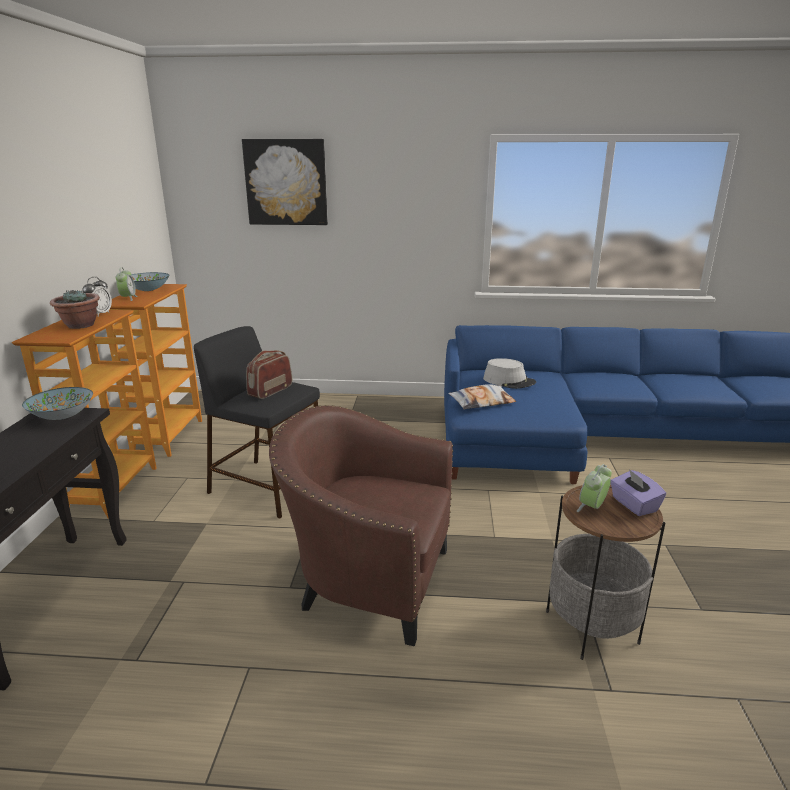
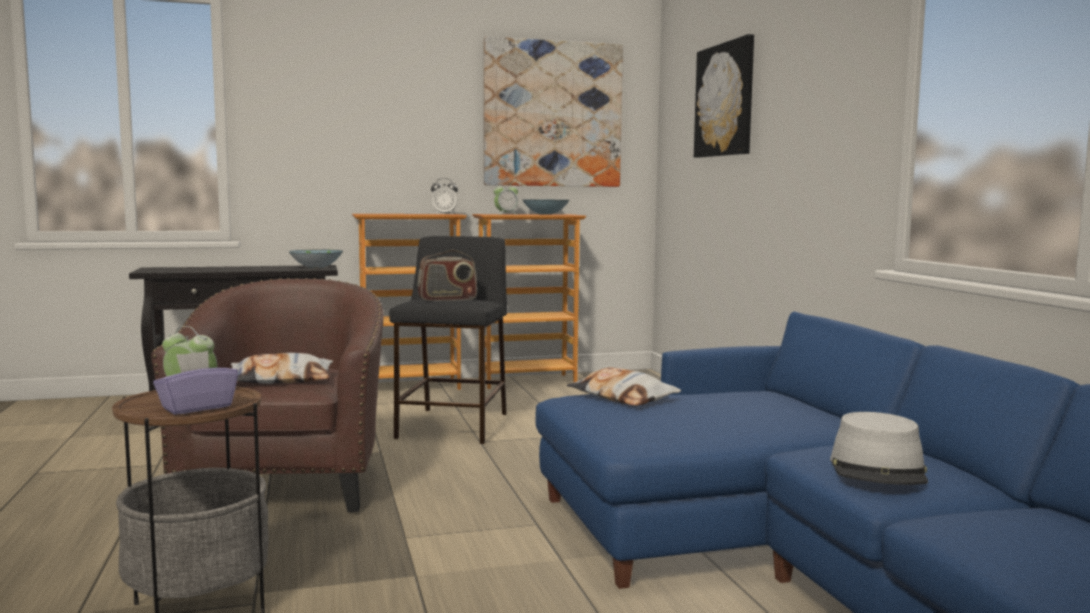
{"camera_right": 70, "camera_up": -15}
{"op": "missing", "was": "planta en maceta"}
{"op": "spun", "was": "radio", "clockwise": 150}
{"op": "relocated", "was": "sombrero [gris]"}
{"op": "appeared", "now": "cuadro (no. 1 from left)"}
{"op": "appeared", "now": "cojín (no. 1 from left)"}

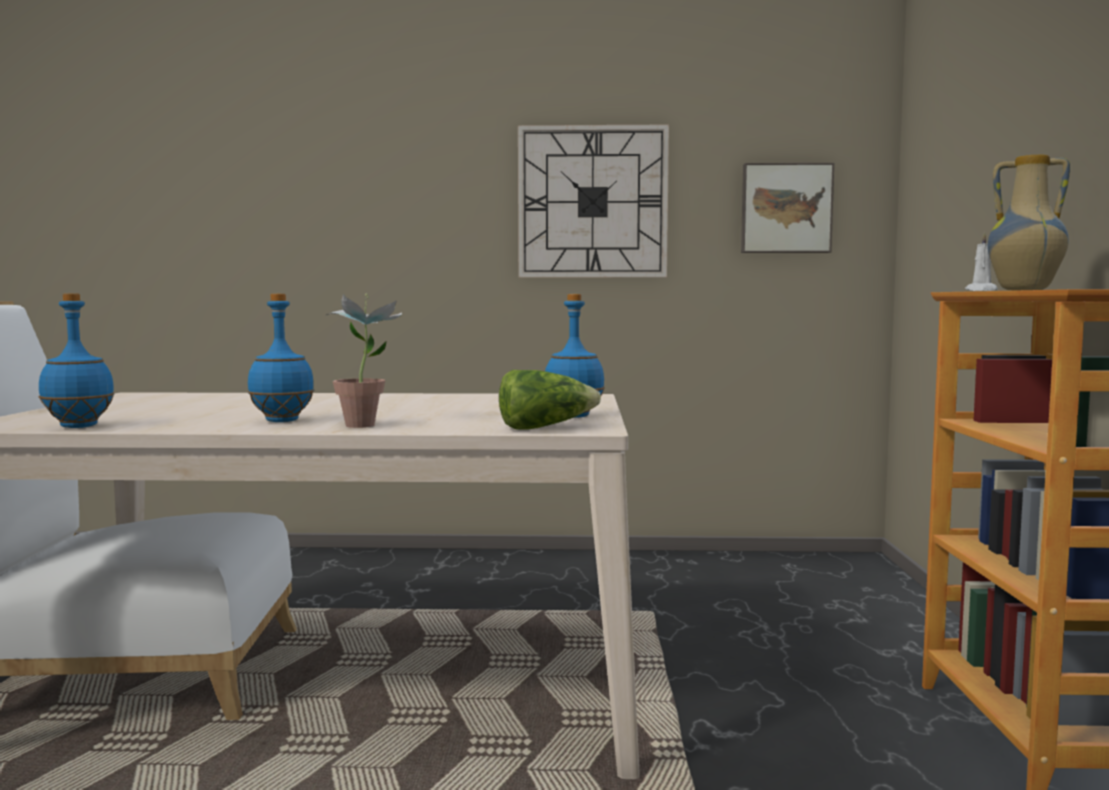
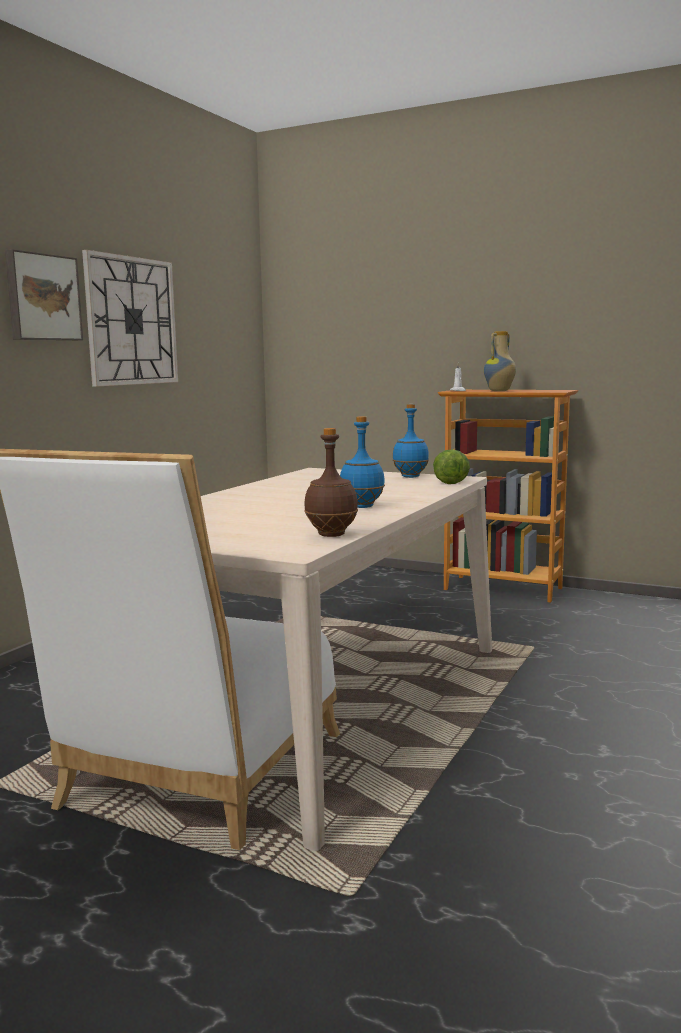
{"camera_right": -65, "camera_up": 5}
{"op": "relocated", "was": "cuadro"}
{"op": "colour", "was": "botella [azul] (no. 1 from left)", "now": "botella [marrón]"}
{"op": "missing", "was": "planta en maceta"}

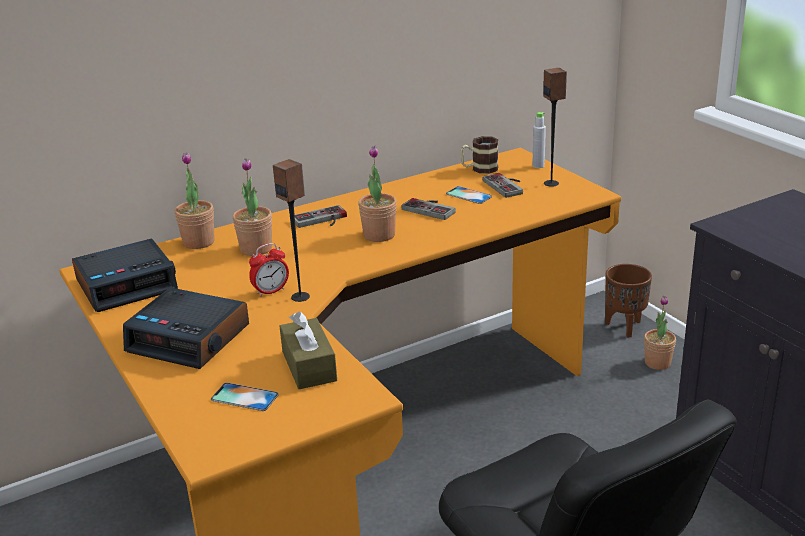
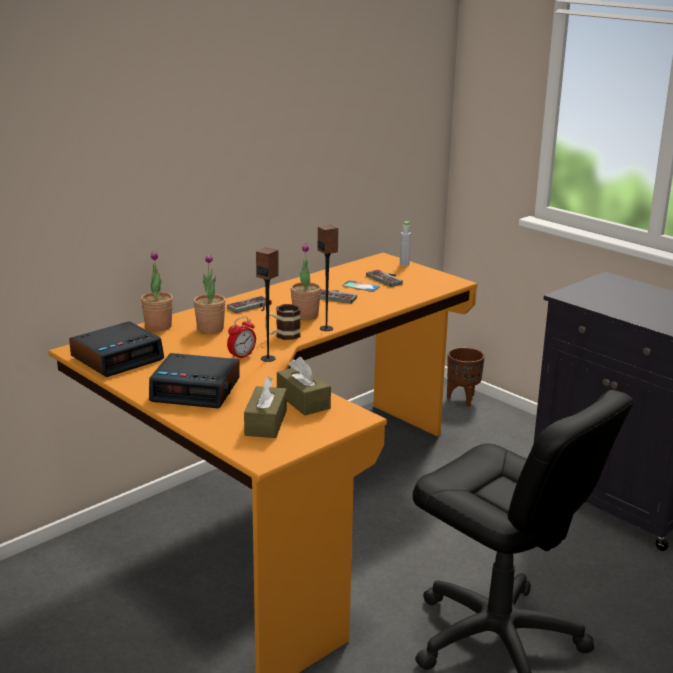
{"camera_right": -15, "camera_up": -5}
{"op": "relocated", "was": "altavoz (no. 2 from left)"}
{"op": "relocated", "was": "taza grande"}
{"op": "missing", "was": "planta en maceta (no. 4 from left)"}
{"op": "exchanged", "was": "móvil (no. 1 from left)", "now": "caja de pañuelos [marrón] (no. 1 from left)"}

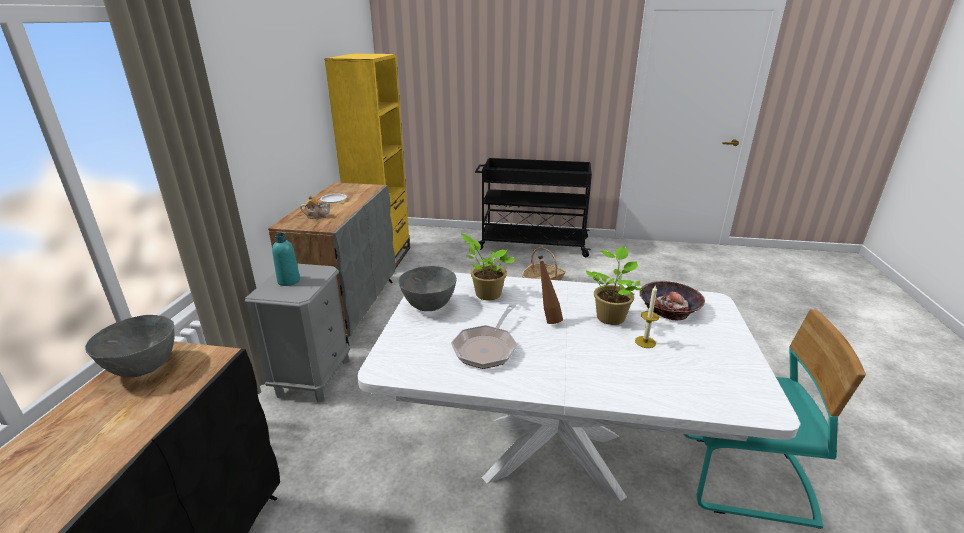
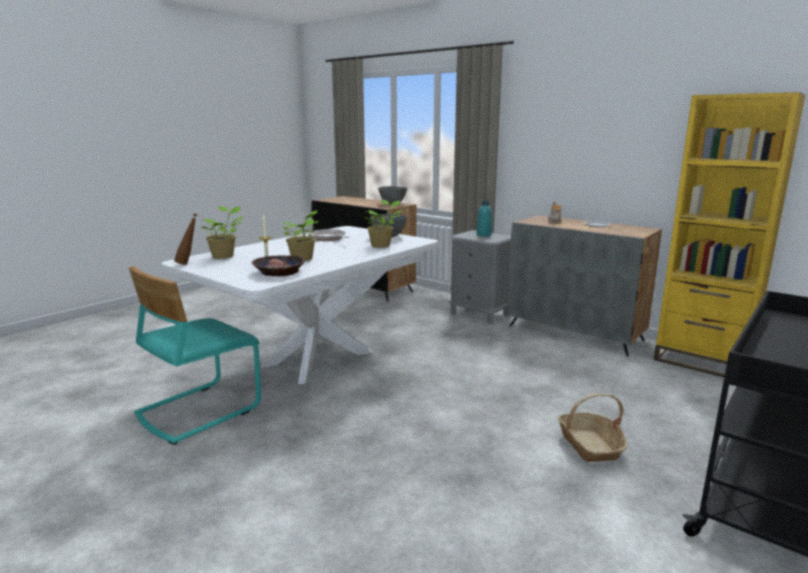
{"camera_right": 120, "camera_up": -10}
{"op": "relocated", "was": "botella [marrón]"}
{"op": "appeared", "now": "planta en maceta (no. 1 from left)"}

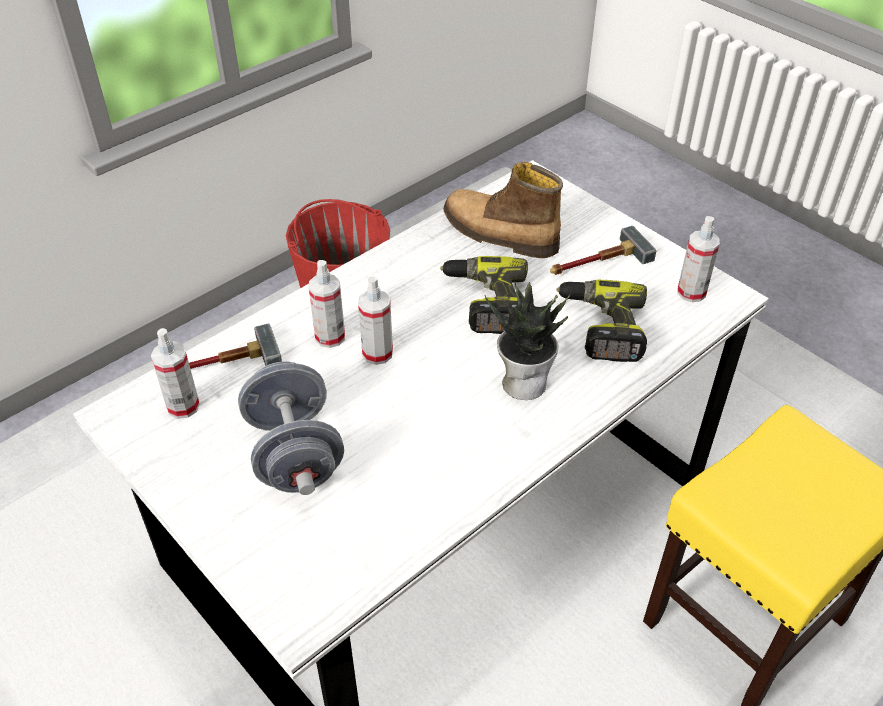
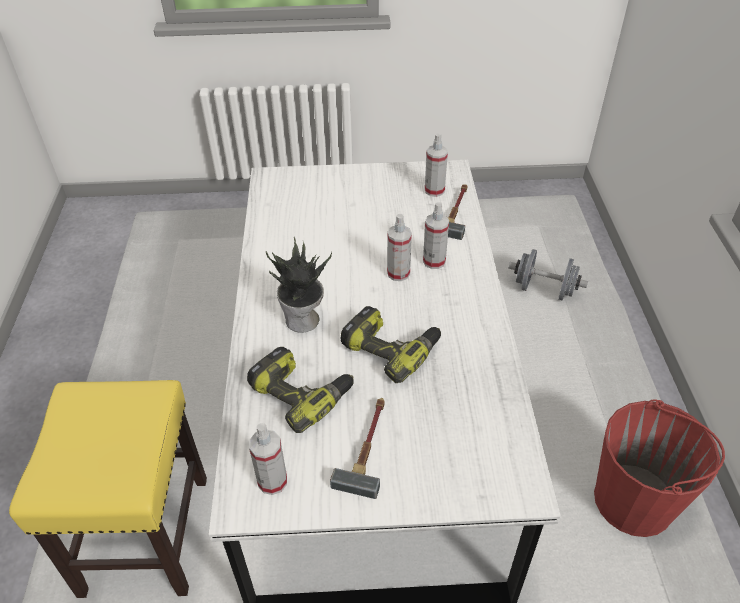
{"camera_right": 130, "camera_up": 0}
{"op": "missing", "was": "bota"}
{"op": "relocated", "was": "mancuerna [gris]"}

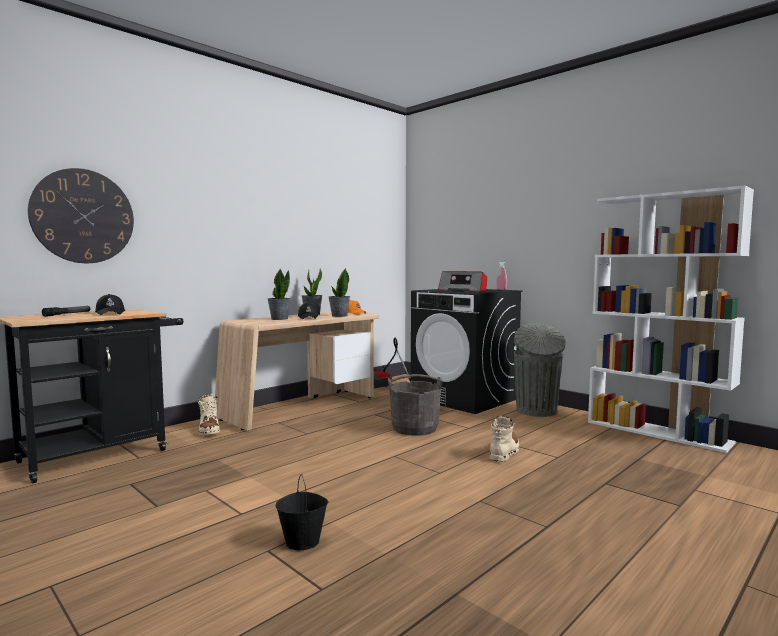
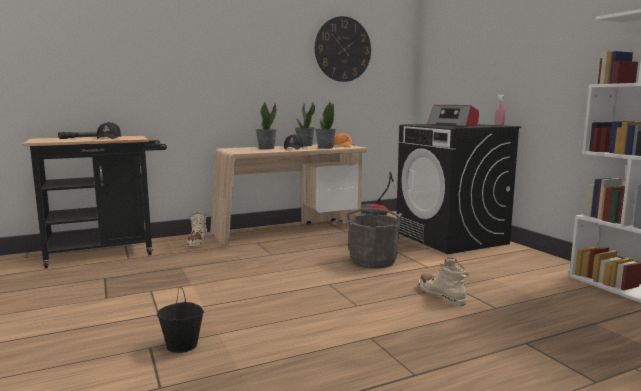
{"camera_right": 20, "camera_up": 5}
{"op": "relocated", "was": "reloj de pared"}
{"op": "missing", "was": "papelera [gris]"}
{"op": "spun", "was": "bota [beis] (no. 2 from left)", "clockwise": -75}

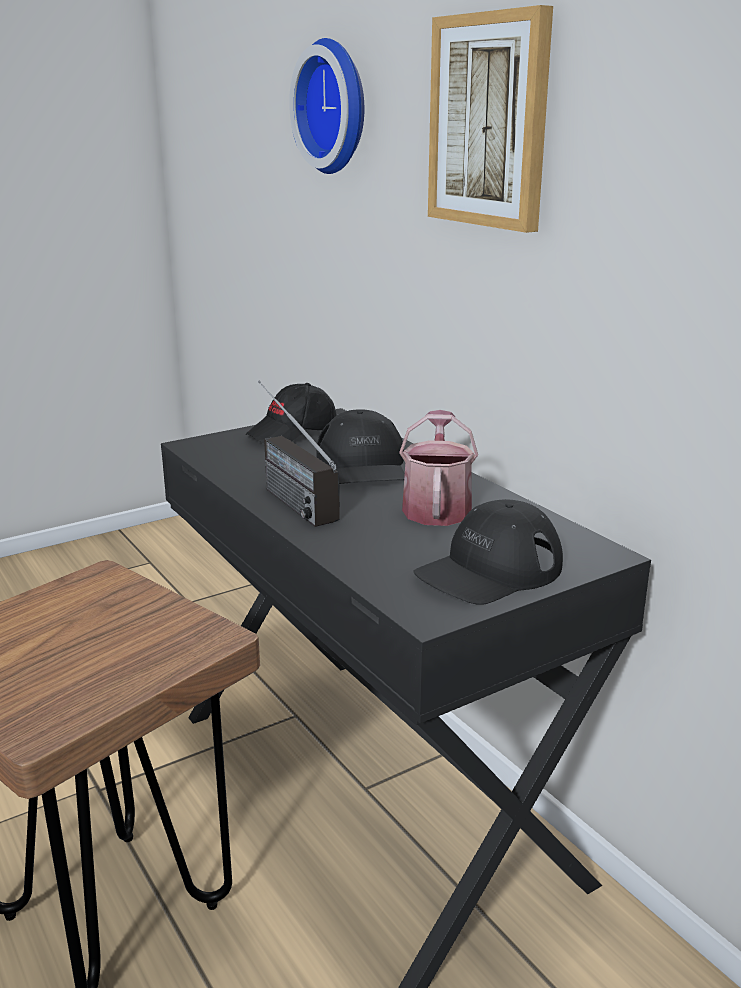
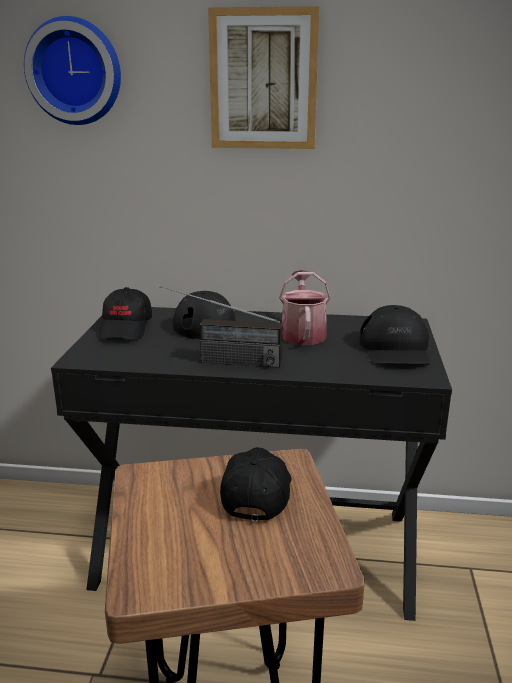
{"camera_right": -50, "camera_up": 0}
{"op": "spun", "was": "regadera", "clockwise": 45}
{"op": "appeared", "now": "gorra [negro] (no. 3 from left)"}

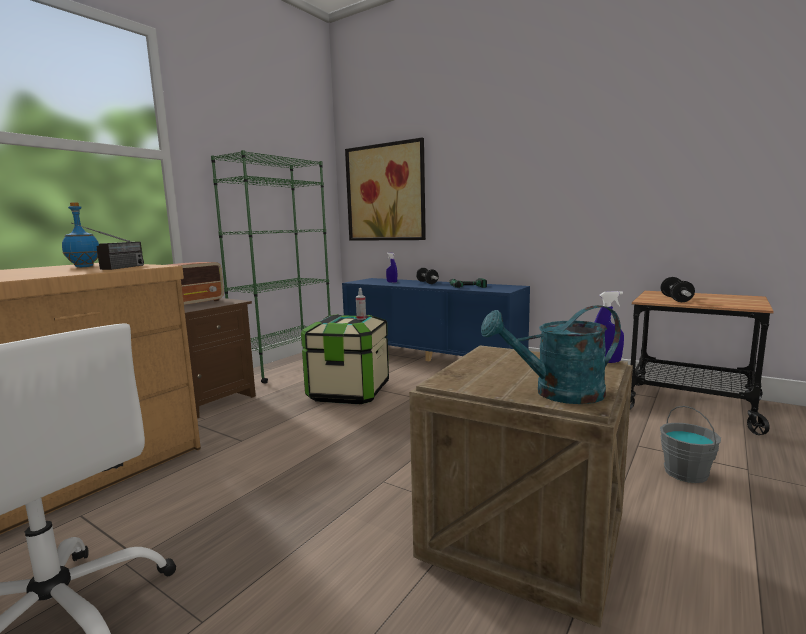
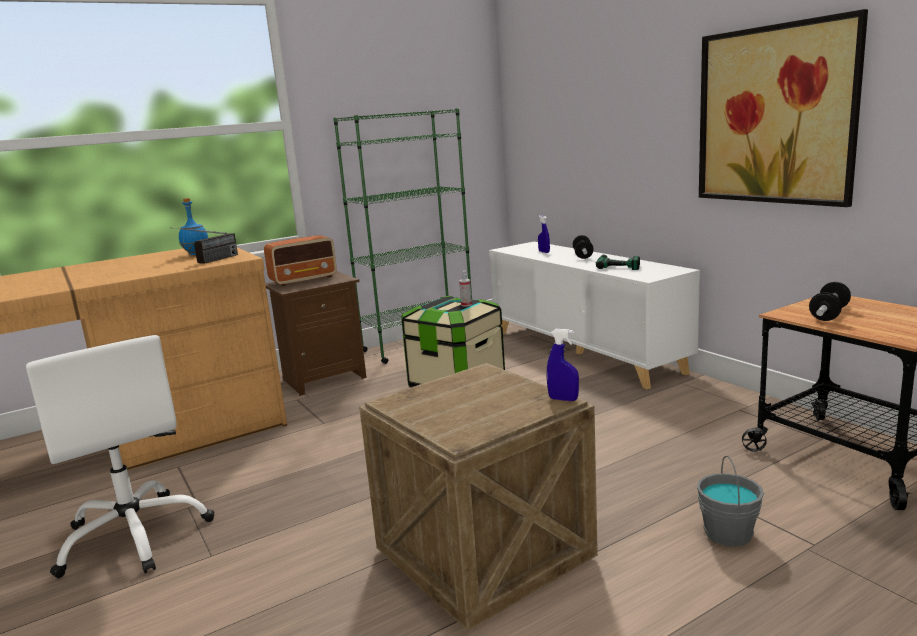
{"camera_right": 25, "camera_up": 5}
{"op": "relocated", "was": "cuadro"}
{"op": "colour", "was": "armario [azul]", "now": "armario [blanco]"}
{"op": "missing", "was": "regadera [turquesa]"}

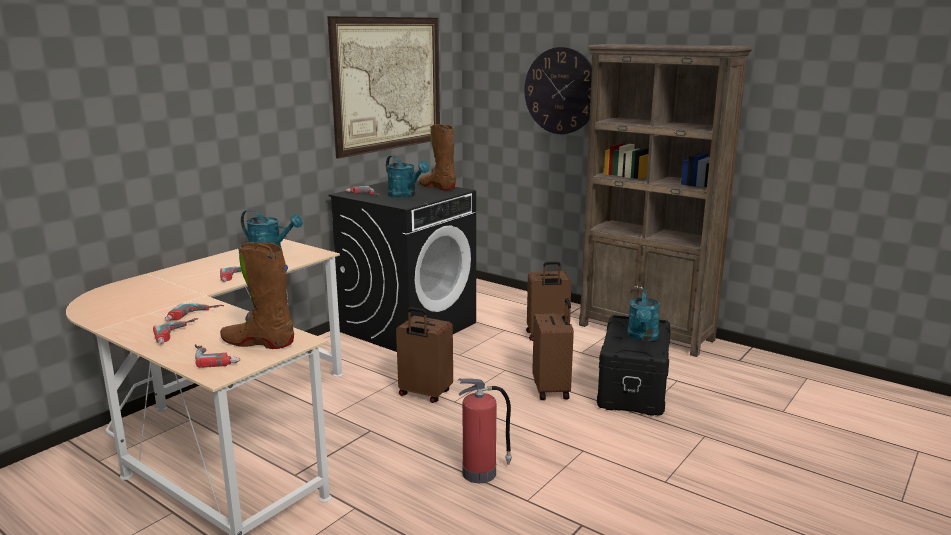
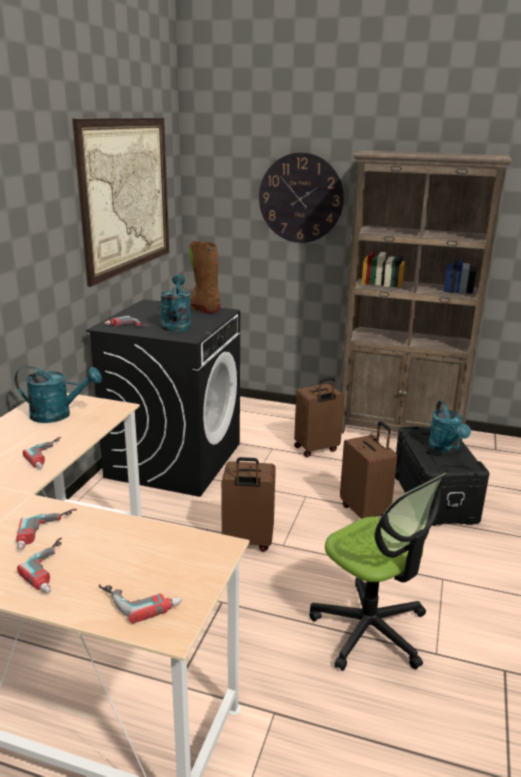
{"camera_right": -20, "camera_up": 5}
{"op": "spun", "was": "regadera [turquesa] (no. 2 from left)", "clockwise": -120}
{"op": "missing", "was": "bota [marrón] (no. 1 from left)"}
{"op": "exchanged", "was": "extintor", "now": "silla de oficina"}

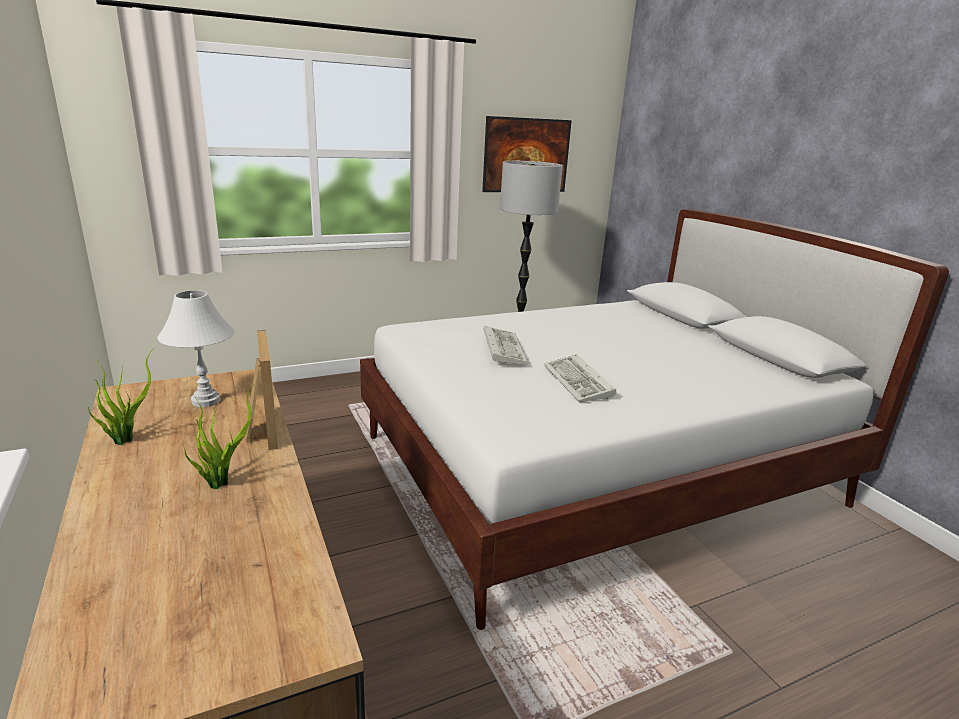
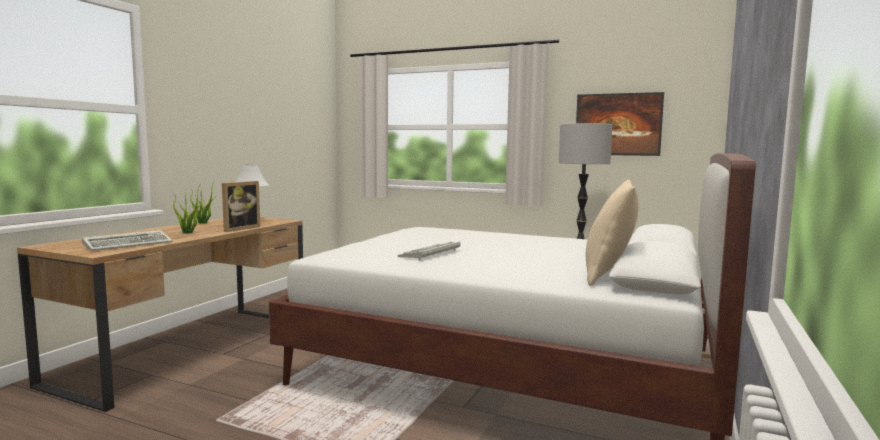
{"camera_right": 50, "camera_up": -15}
{"op": "relocated", "was": "teclado (no. 1 from left)"}
{"op": "appeared", "now": "cojín [beis]"}

